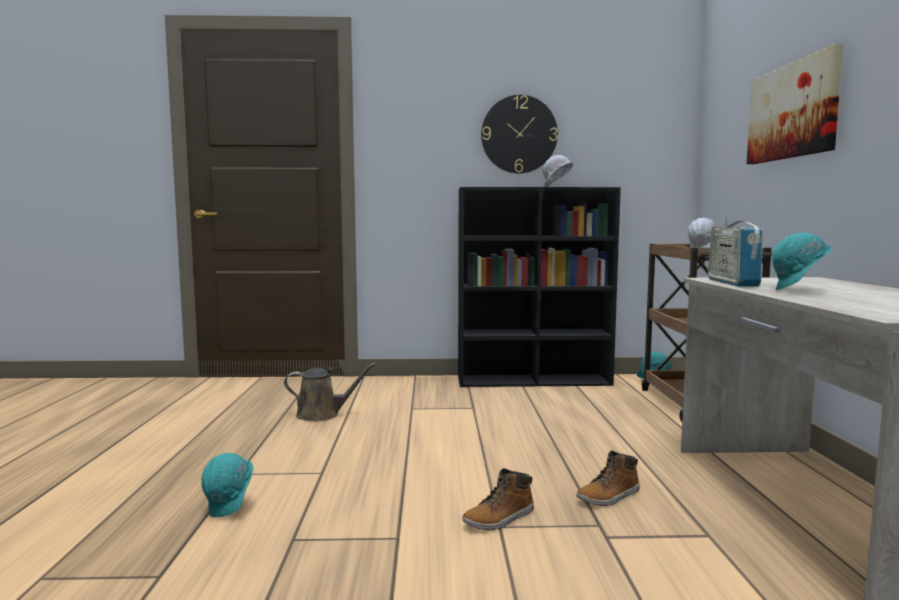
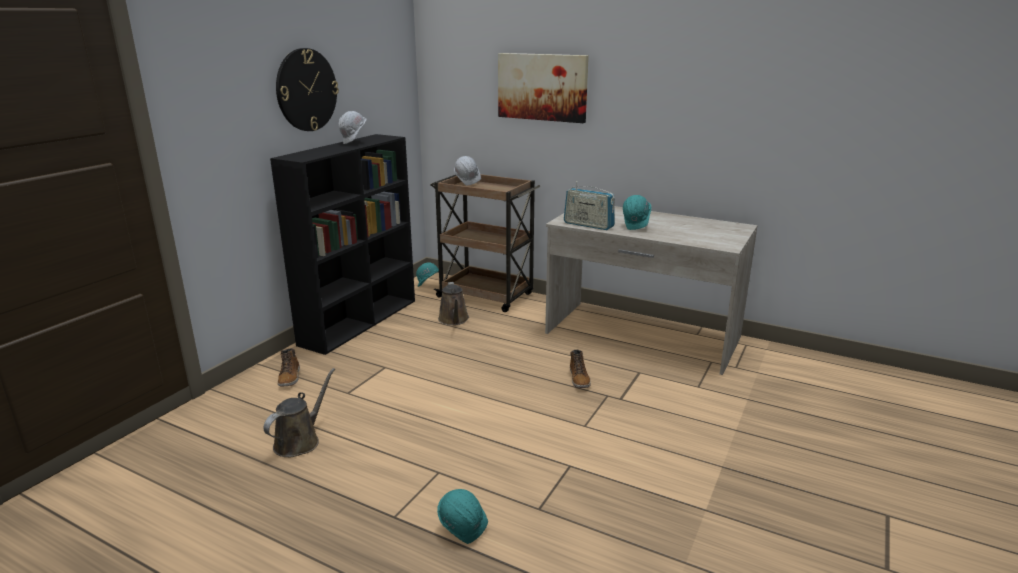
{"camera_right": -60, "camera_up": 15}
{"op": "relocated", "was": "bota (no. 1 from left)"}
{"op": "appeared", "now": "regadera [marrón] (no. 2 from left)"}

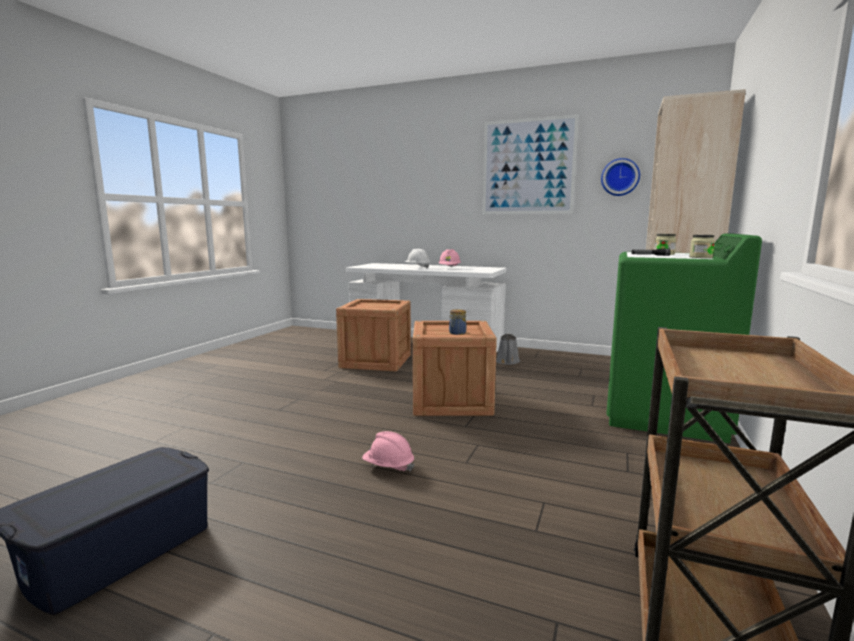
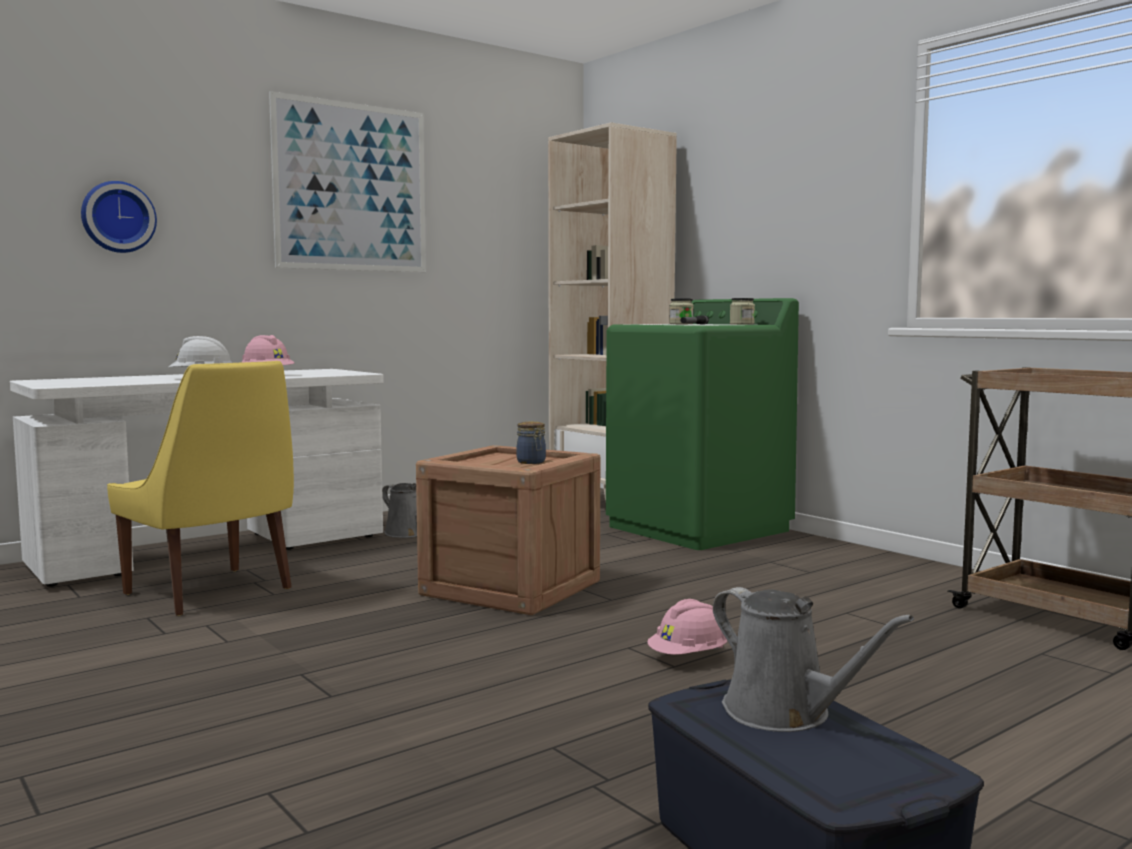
{"camera_right": -60, "camera_up": -5}
{"op": "relocated", "was": "reloj de pared"}
{"op": "exchanged", "was": "caja de embalaje (no. 1 from left)", "now": "silla [amarillo]"}
{"op": "appeared", "now": "regadera [gris] (no. 2 from left)"}

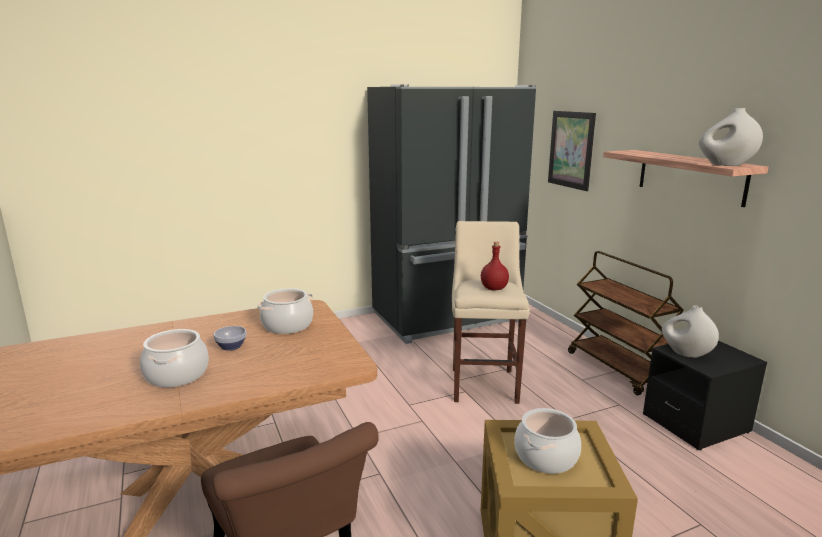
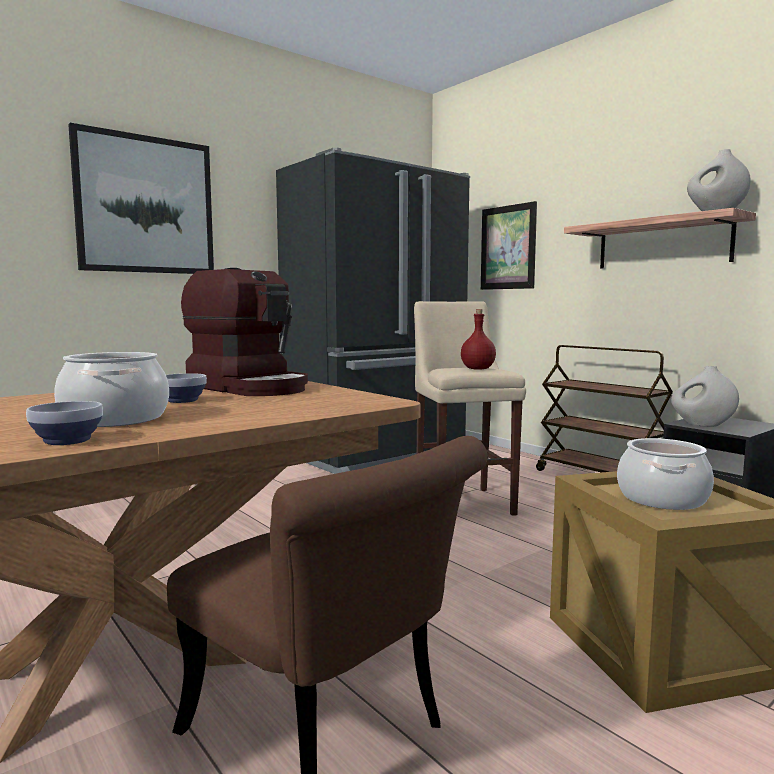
{"camera_right": -15, "camera_up": -10}
{"op": "exchanged", "was": "olla (no. 2 from left)", "now": "cafetera"}
{"op": "appeared", "now": "cuadro (no. 1 from left)"}
{"op": "appeared", "now": "cuenco (no. 1 from left)"}

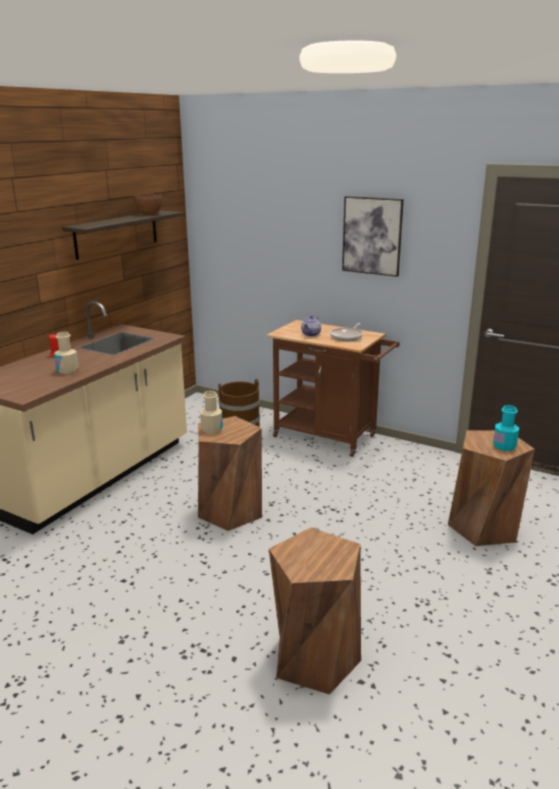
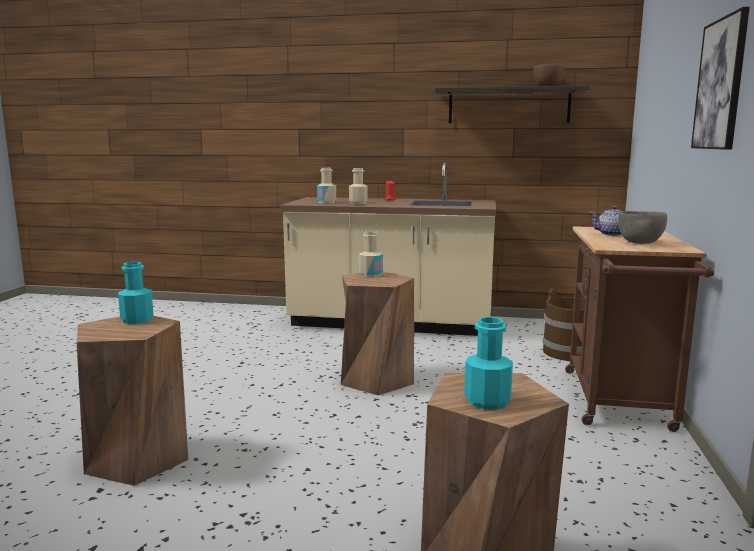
{"camera_right": 70, "camera_up": -10}
{"op": "exchanged", "was": "sartén", "now": "cuenco [gris]"}
{"op": "appeared", "now": "botella [beis] (no. 1 from left)"}
{"op": "appeared", "now": "botella [turquesa] (no. 1 from left)"}

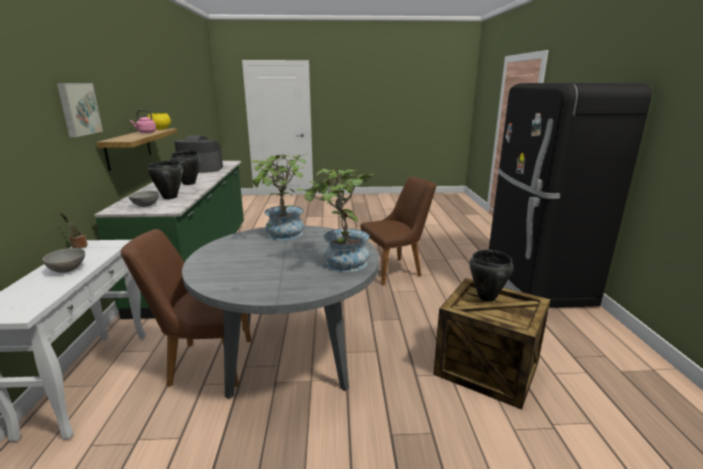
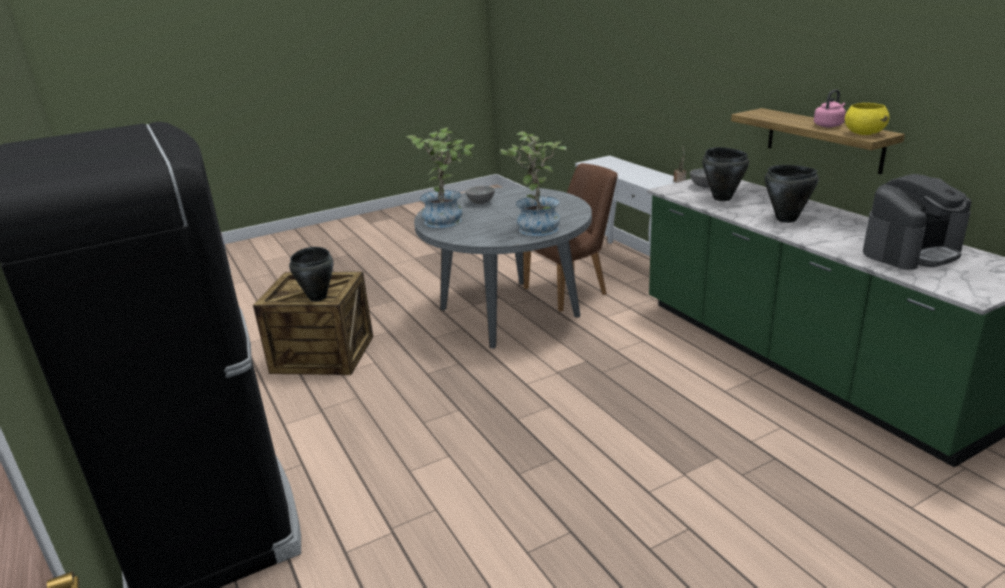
{"camera_right": 155, "camera_up": 5}
{"op": "missing", "was": "cuadro"}
{"op": "missing", "was": "silla [marrón] (no. 2 from left)"}
{"op": "relocated", "was": "cuenco [gris] (no. 1 from left)"}

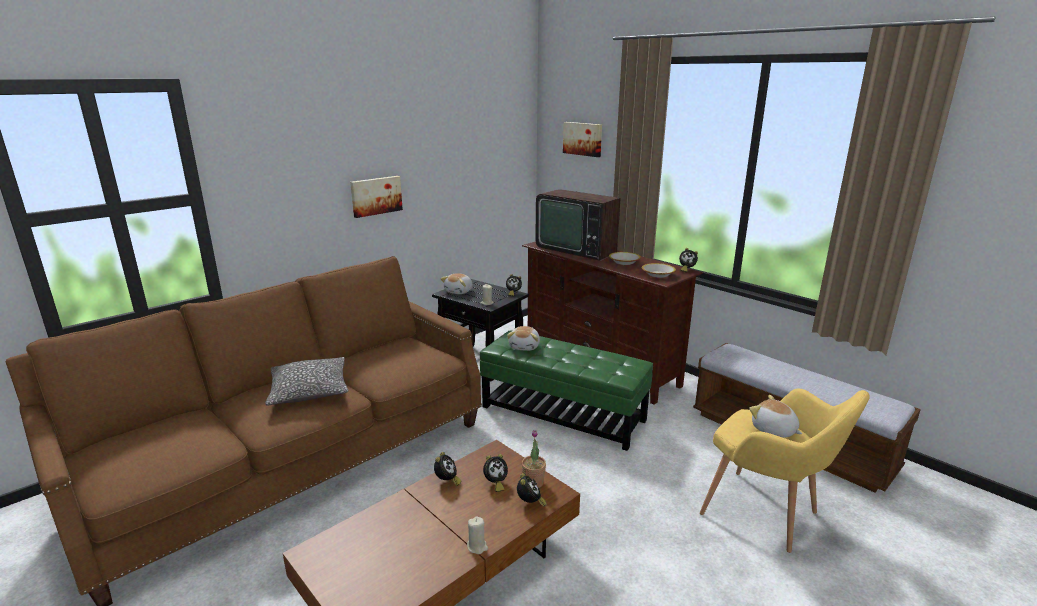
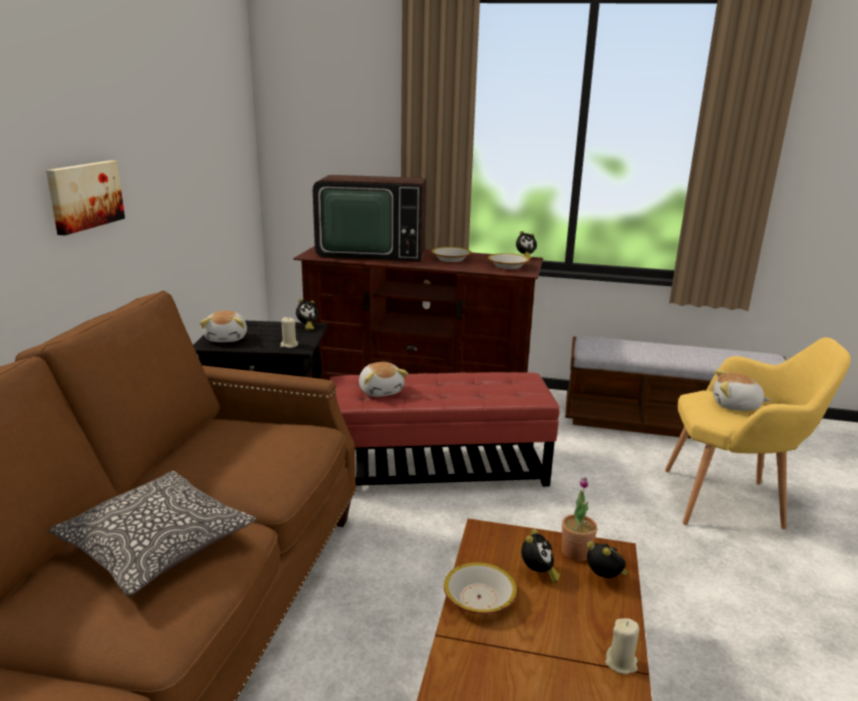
{"camera_right": -35, "camera_up": 0}
{"op": "missing", "was": "cuadro (no. 2 from left)"}
{"op": "colour", "was": "puf [verde]", "now": "puf [rojo]"}
{"op": "exchanged", "was": "despertador (no. 1 from left)", "now": "cuenco (no. 2 from left)"}

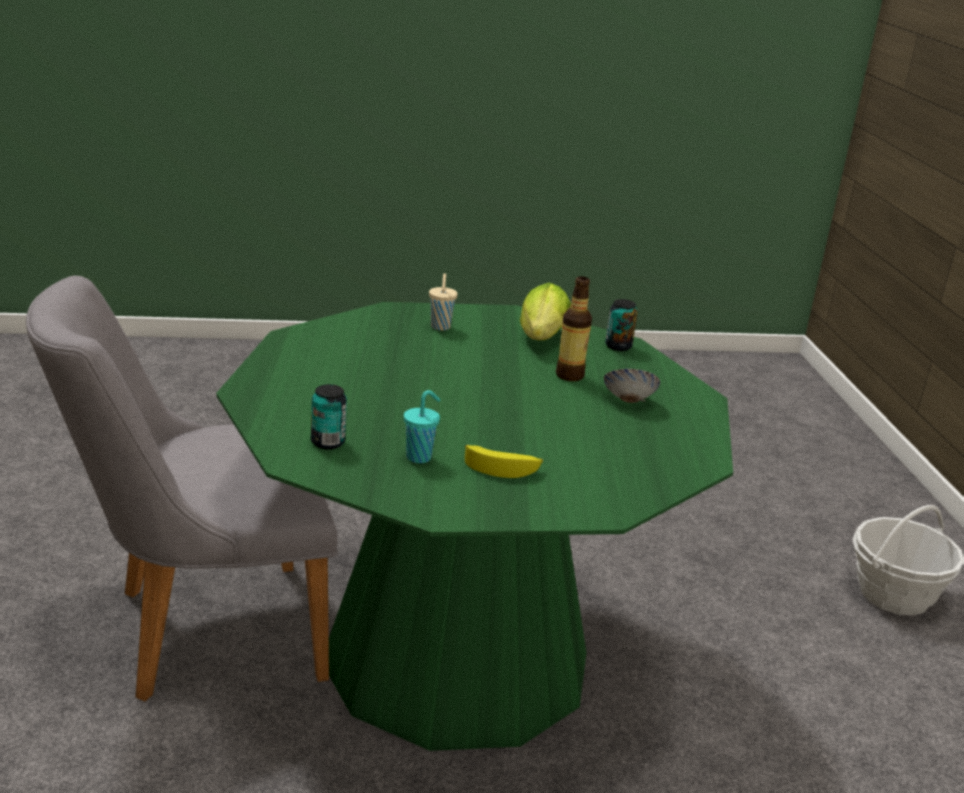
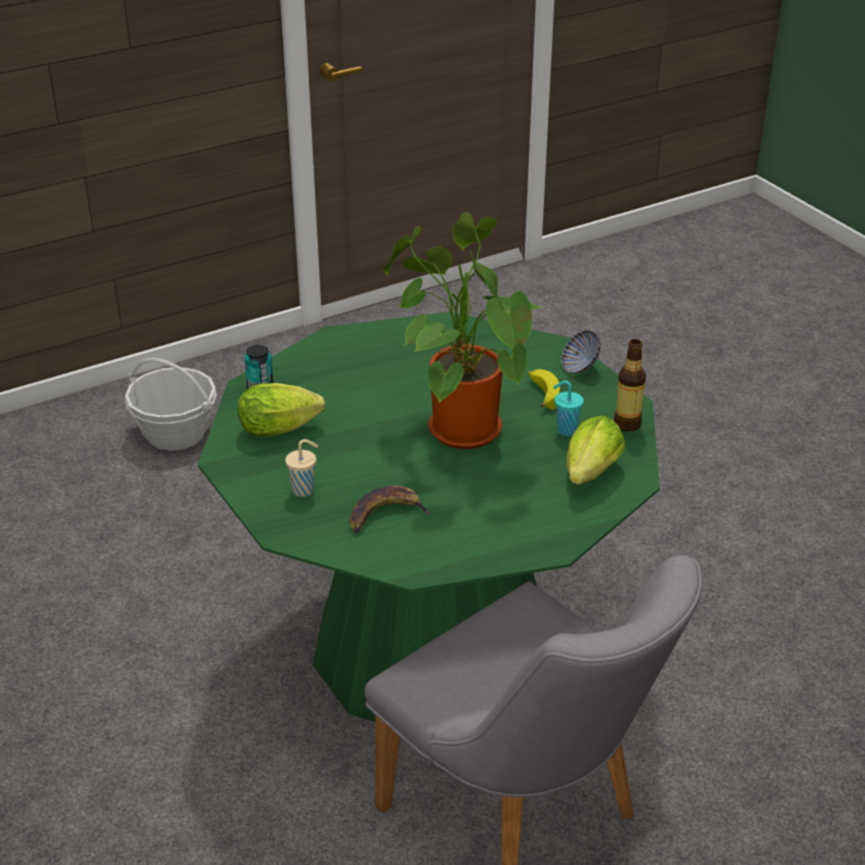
{"camera_right": -110, "camera_up": 10}
{"op": "relocated", "was": "botella"}
{"op": "relocated", "was": "cuenco"}
{"op": "exchanged", "was": "lata (no. 1 from left)", "now": "lechuga (no. 2 from left)"}
{"op": "appeared", "now": "planta en maceta"}
{"op": "appeared", "now": "plátano (no. 1 from left)"}

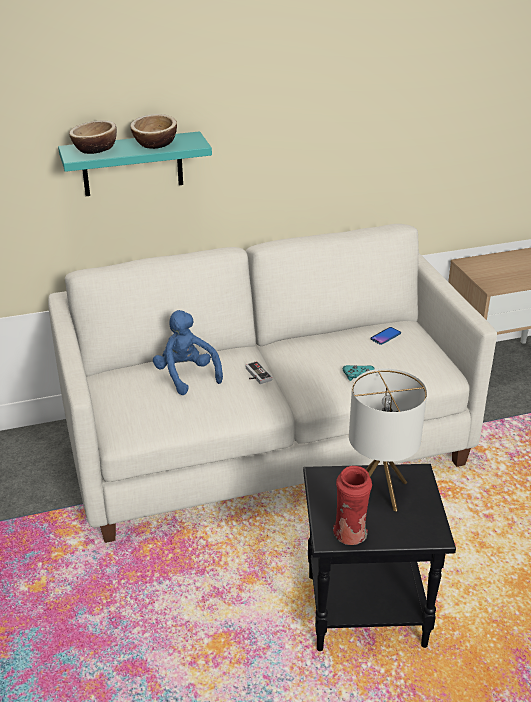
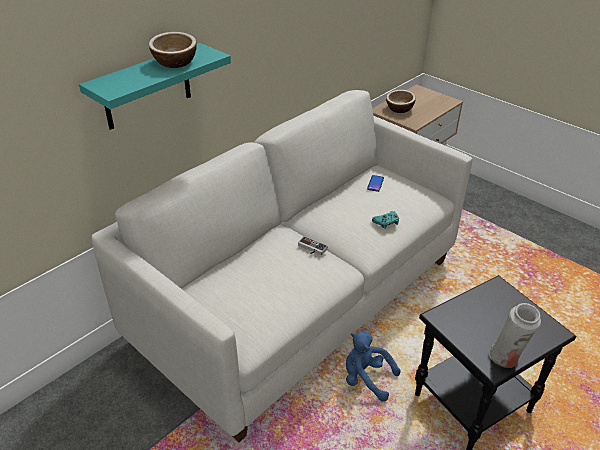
{"camera_right": -30, "camera_up": 5}
{"op": "relocated", "was": "cuenco (no. 1 from left in the first image)", "now": "cuenco (no. 2 from left)"}
{"op": "relocated", "was": "peluche [azul]"}
{"op": "missing", "was": "lámpara de mesa"}
{"op": "colour", "was": "florero [rojo]", "now": "florero [blanco]"}

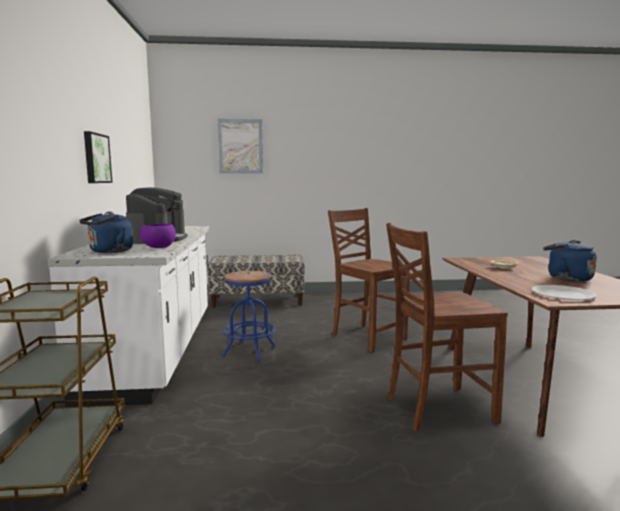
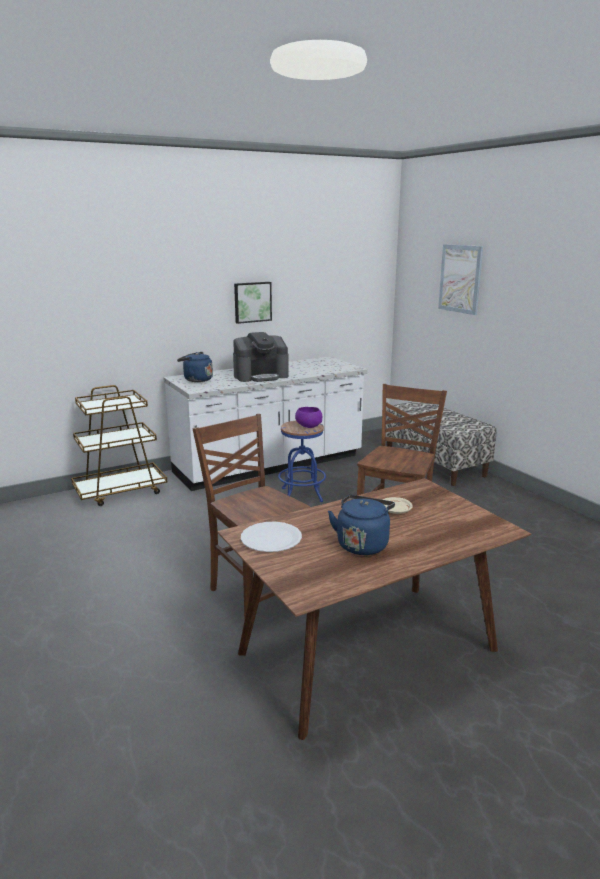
{"camera_right": 65, "camera_up": 10}
{"op": "relocated", "was": "cuenco [morado]"}

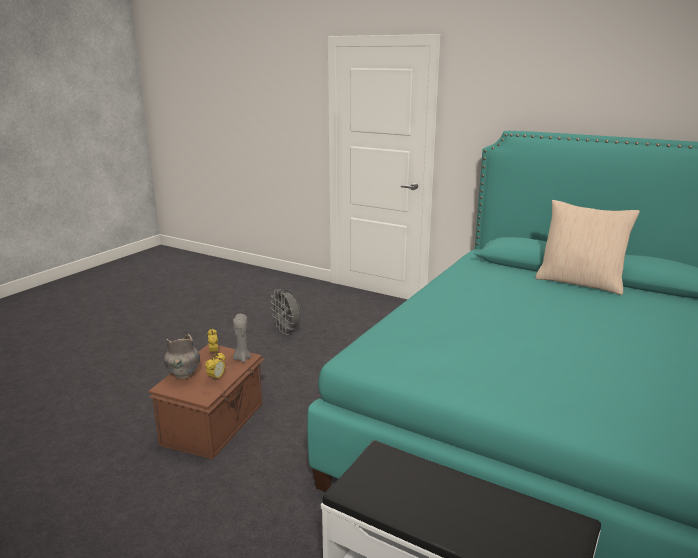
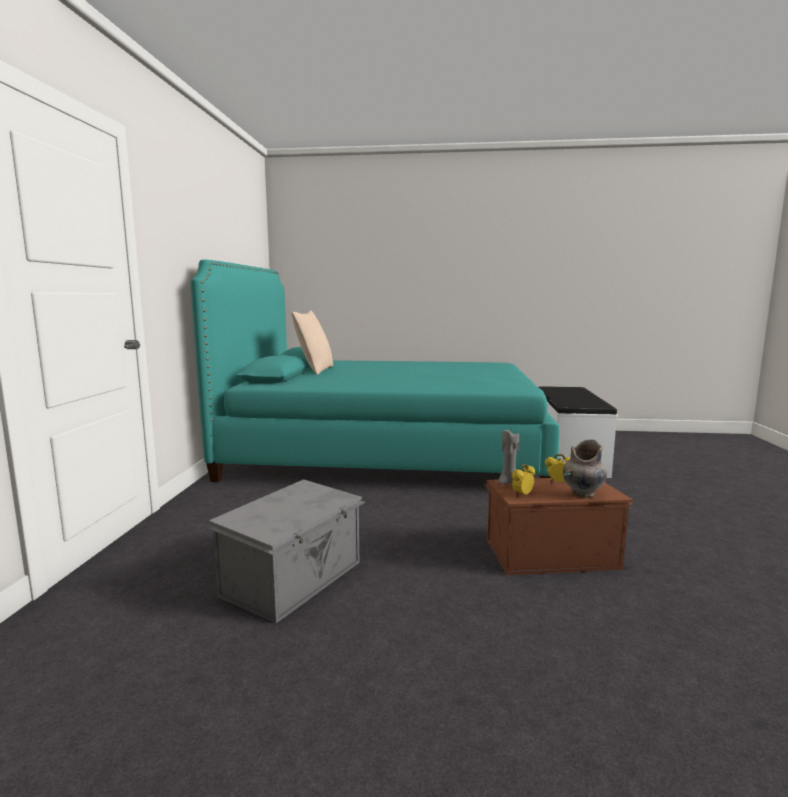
{"camera_right": -115, "camera_up": -10}
{"op": "exchanged", "was": "ventilador [gris]", "now": "caja de almacenaje [gris]"}

